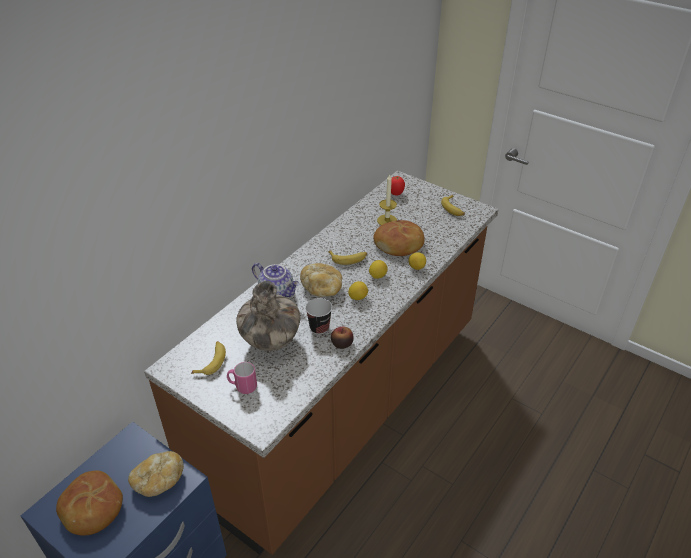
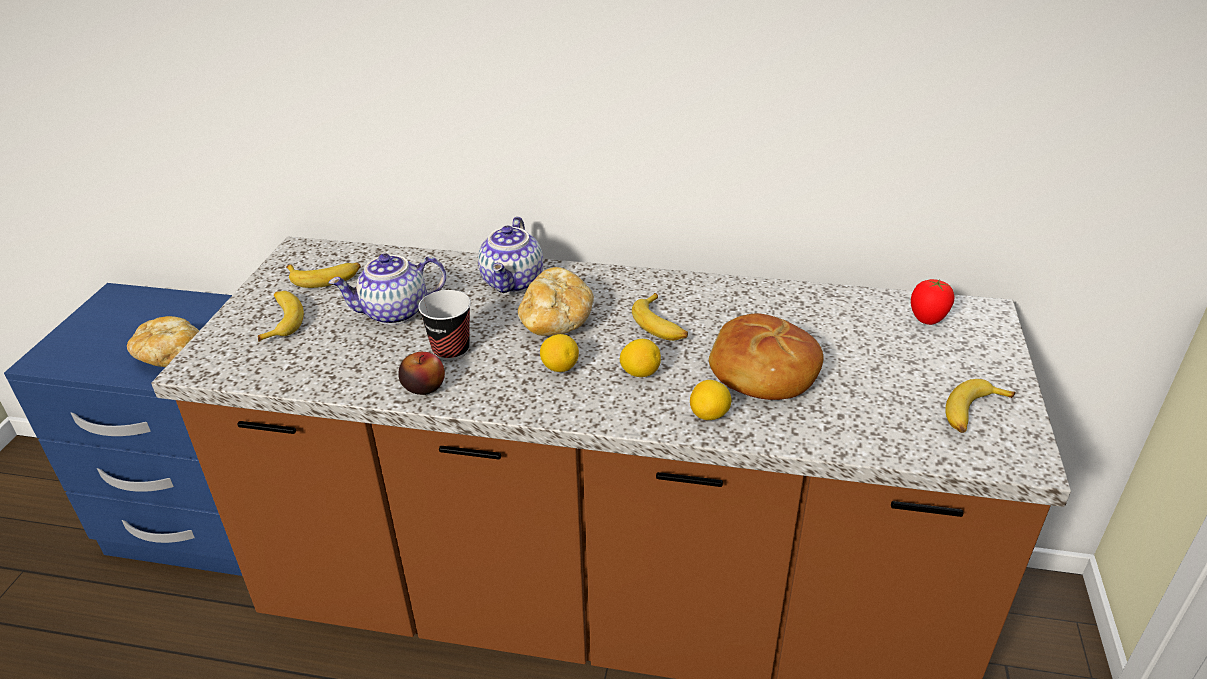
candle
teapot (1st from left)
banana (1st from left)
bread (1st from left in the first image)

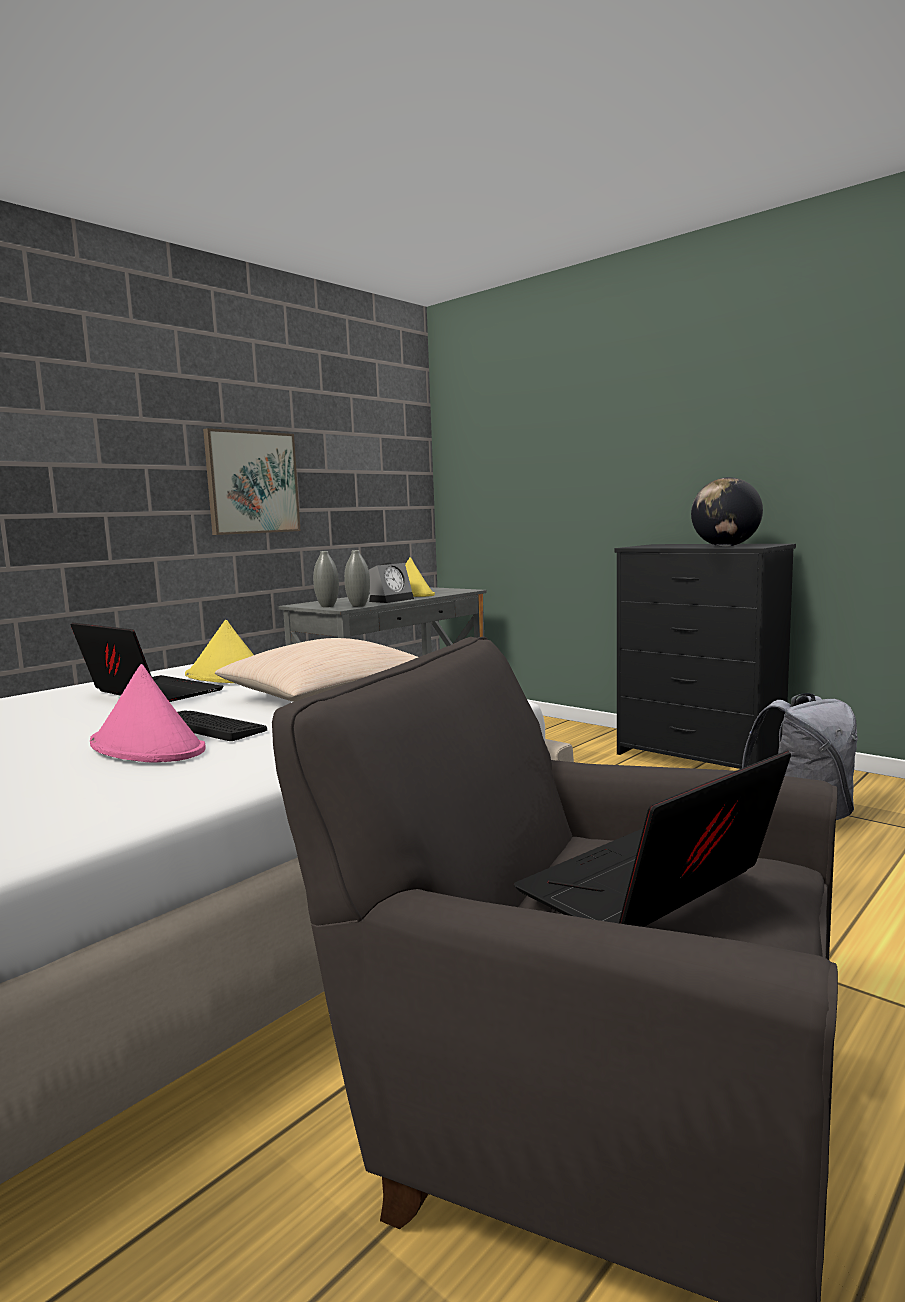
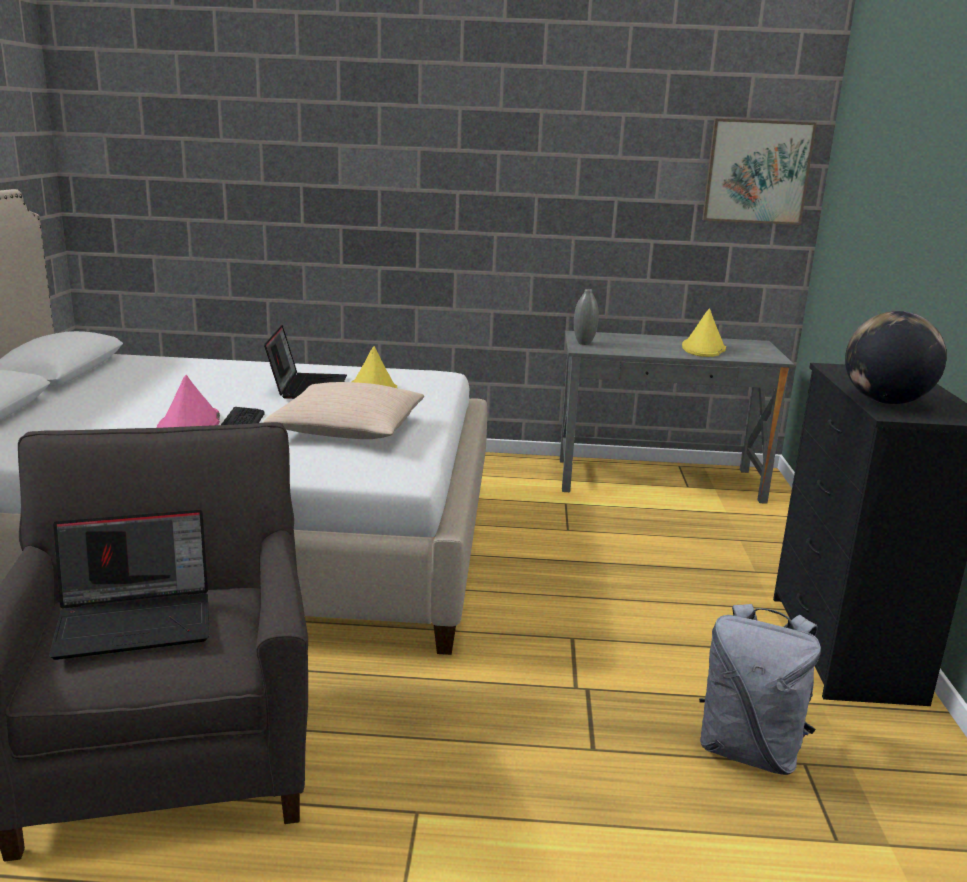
picture
grey vase (2nd from left in the first image)
alarm clock
laptop (1st from left)

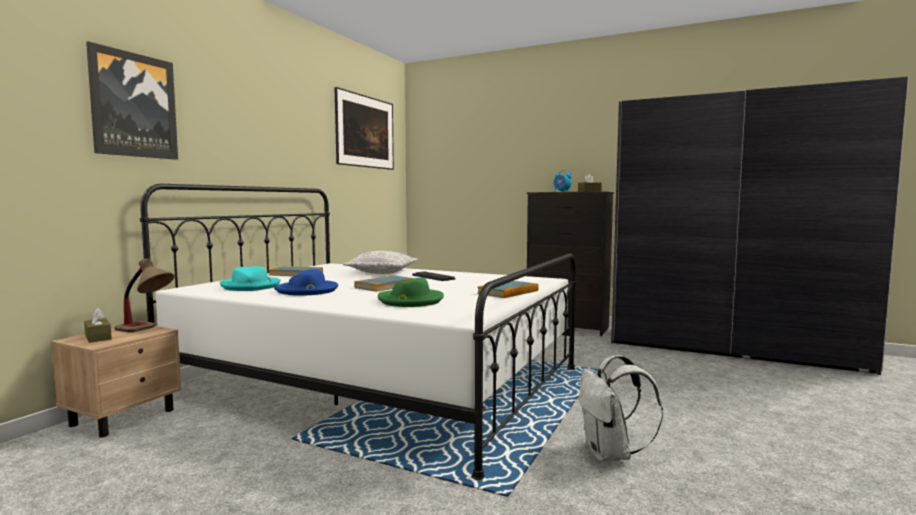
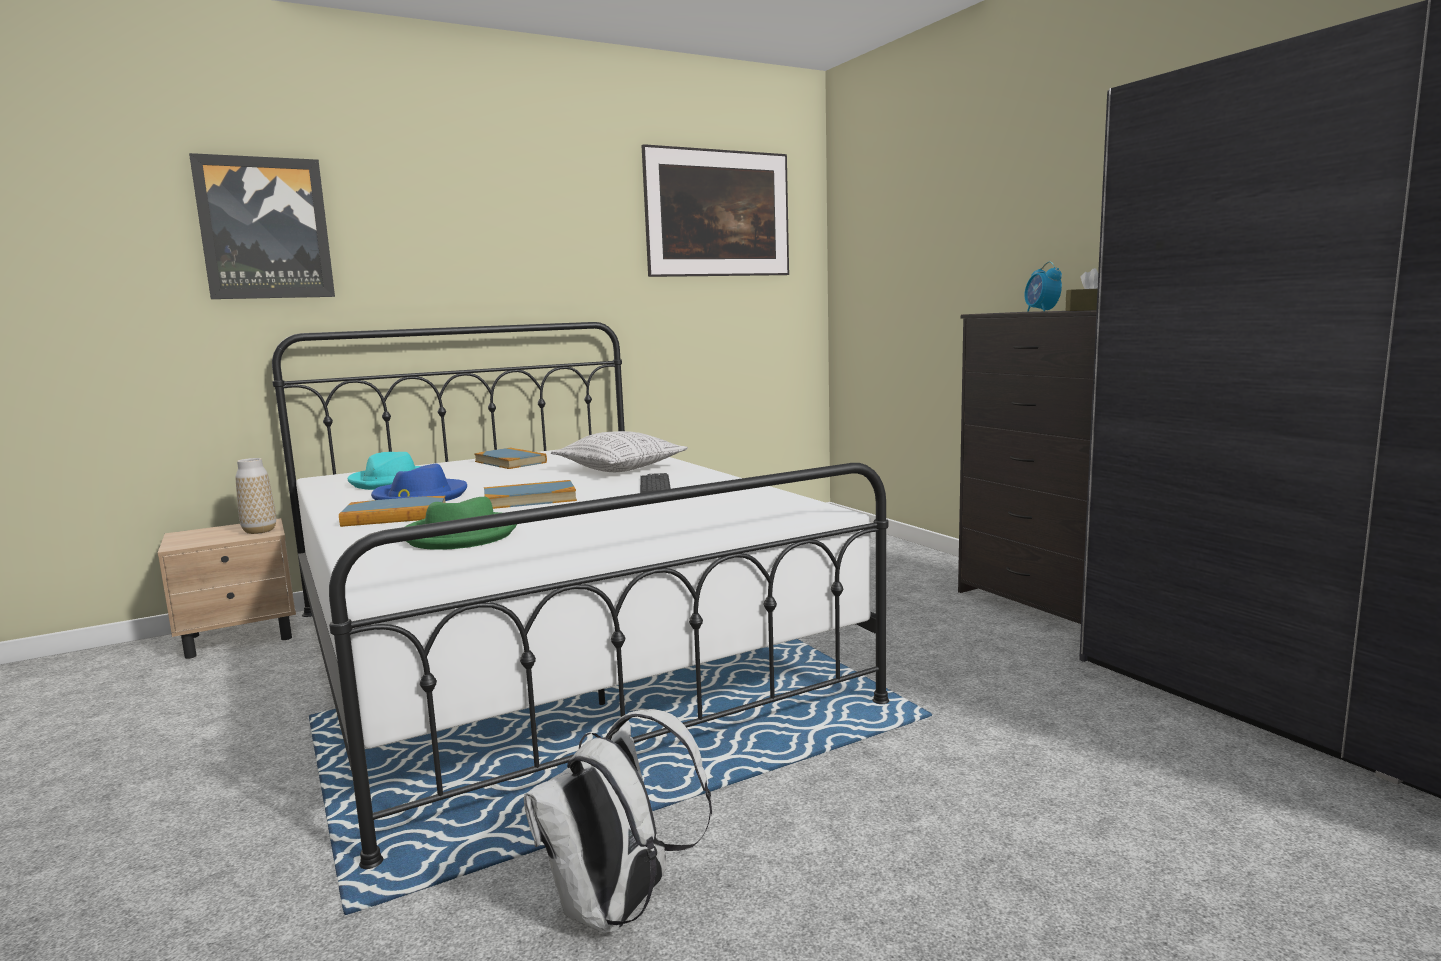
vase
book (1st from left)
brown tissue box (1st from left in the first image)

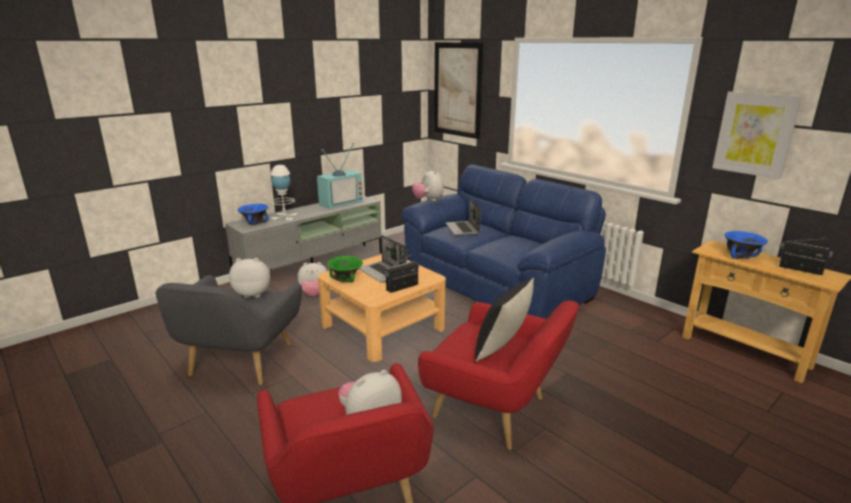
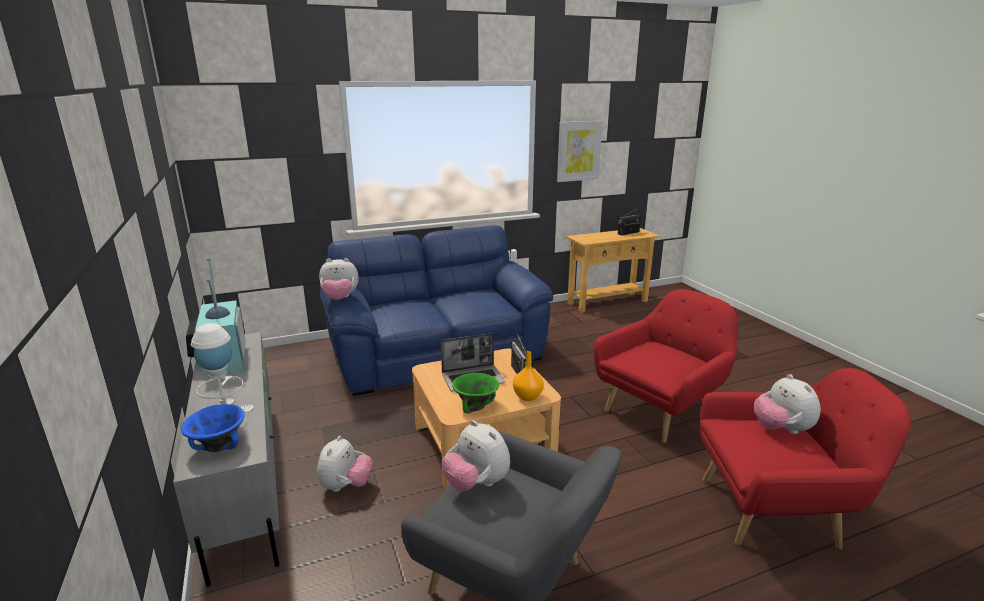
picture (1st from left in the first image)
laptop (2nd from left in the first image)
blue bowl (2nd from left in the first image)
plush toy (3rd from left)
black pillow
orange vase

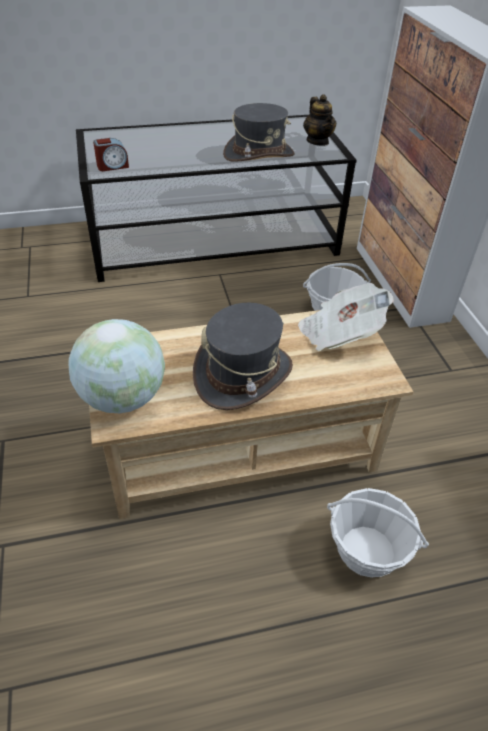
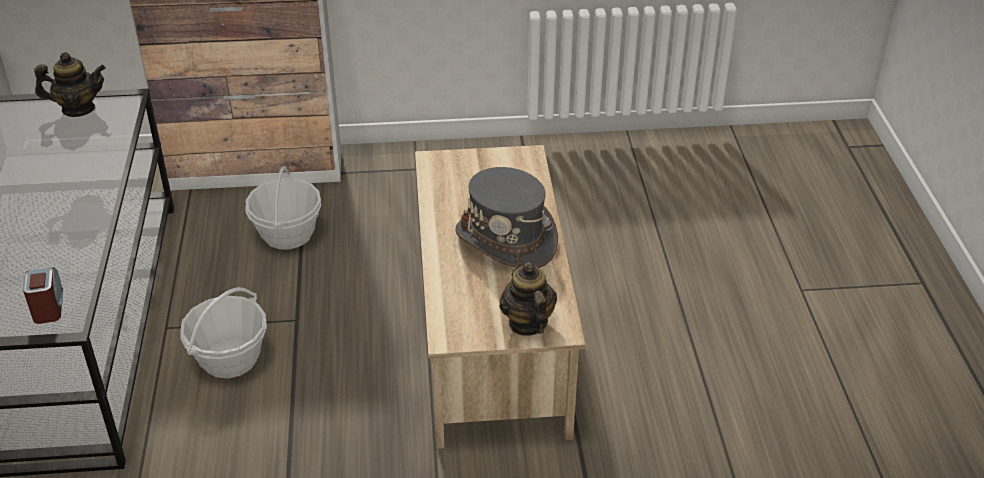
grey hat (2nd from left in the first image)
newspaper
teapot (2nd from left)
basket (1st from left)

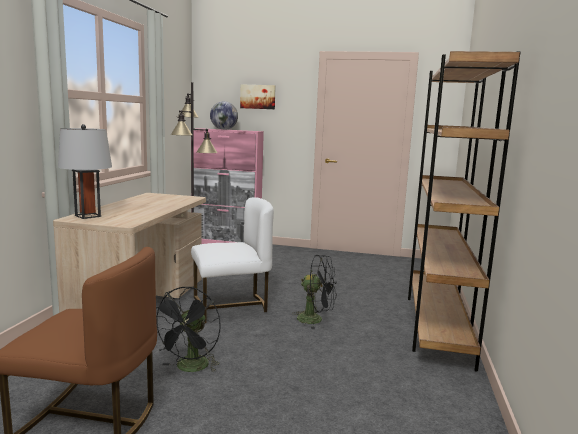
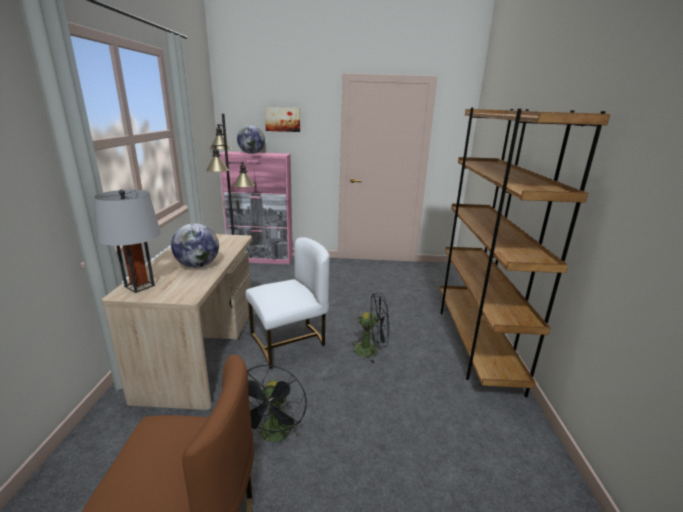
globe (1st from left)

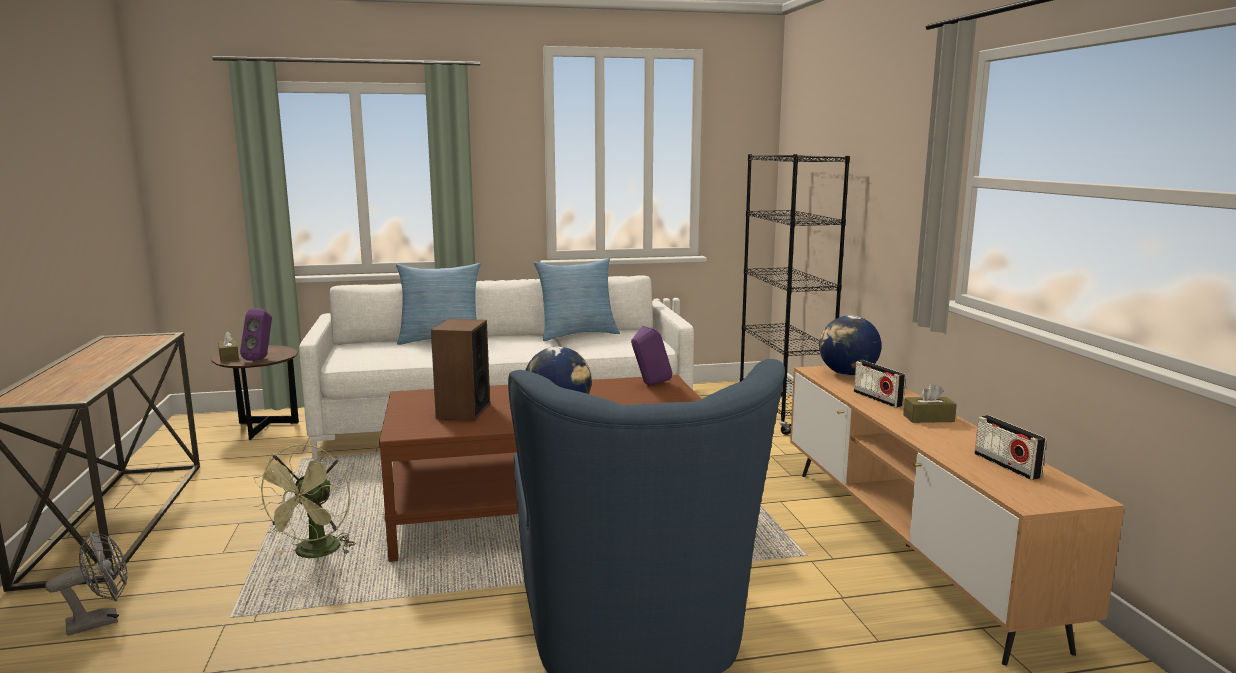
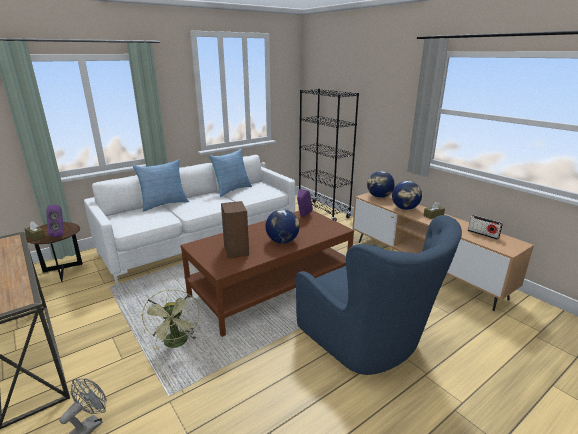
globe (3rd from left)

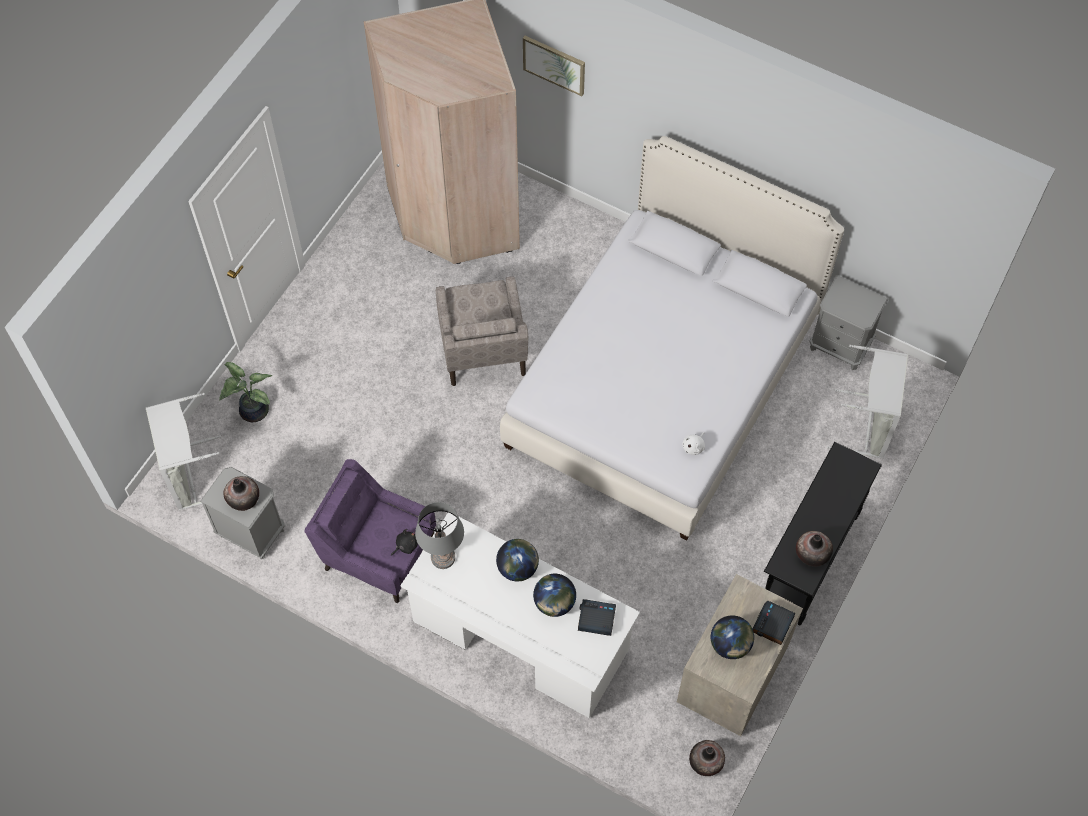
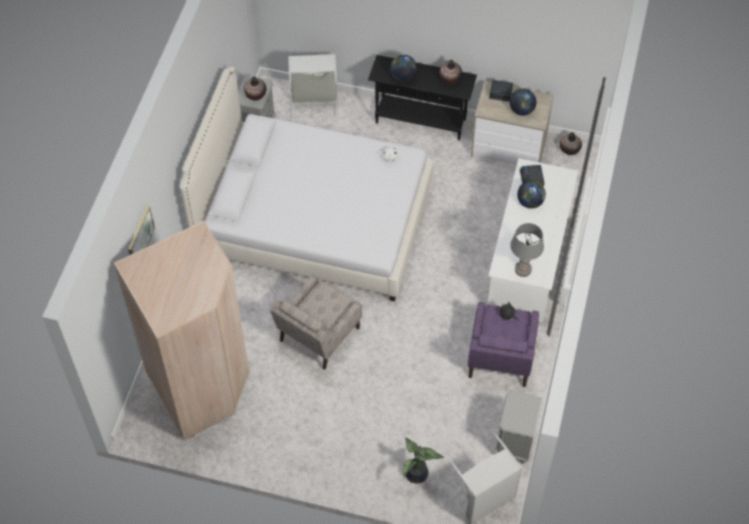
beige armchair
vase (1st from left)
globe (1st from left)

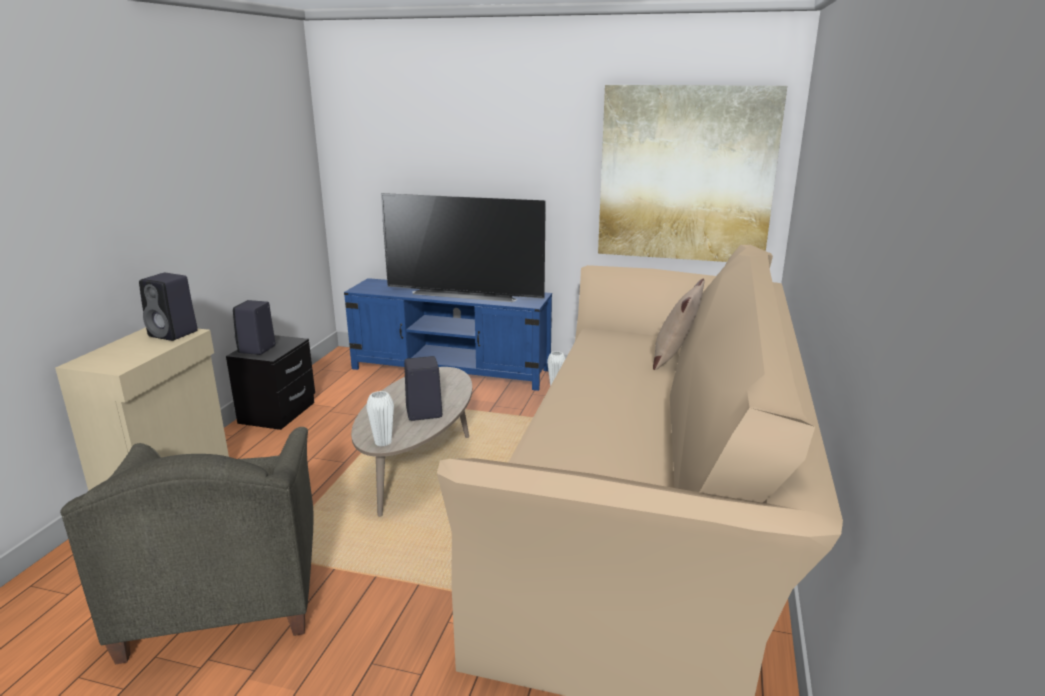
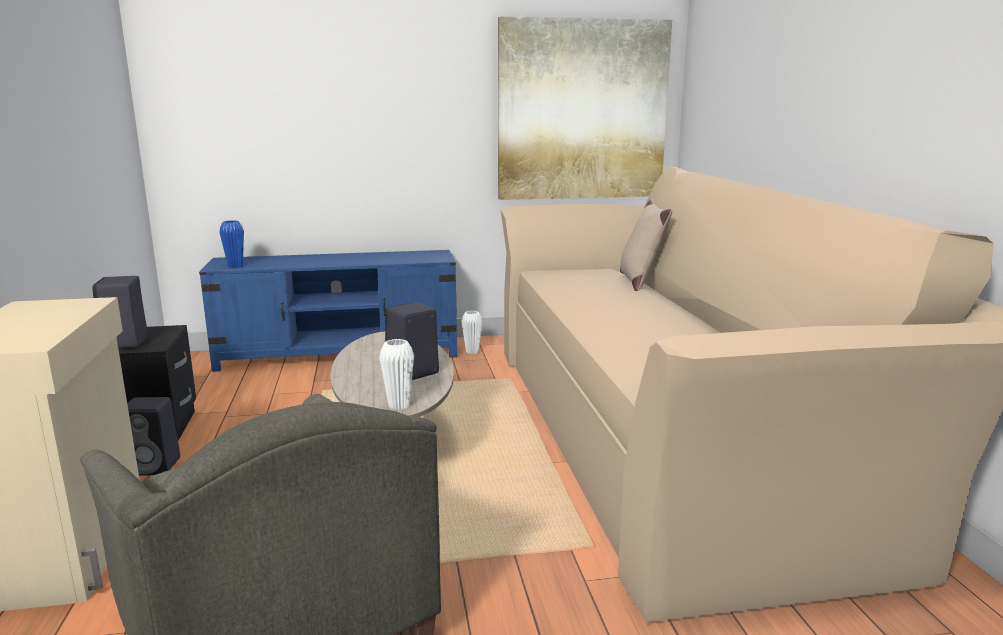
television
black speaker (2nd from left)
blue vase

